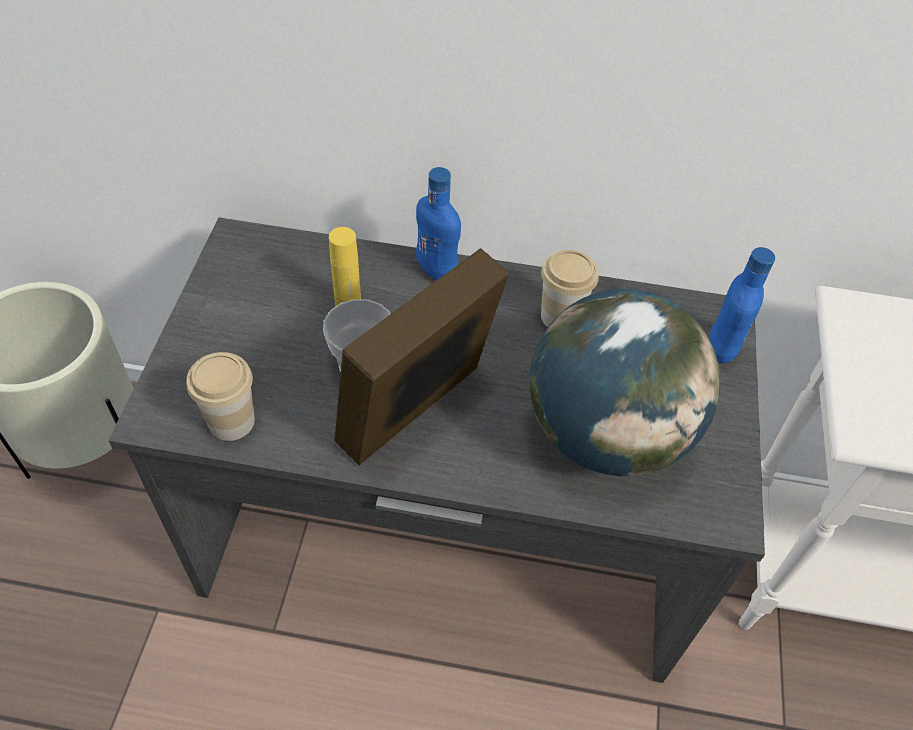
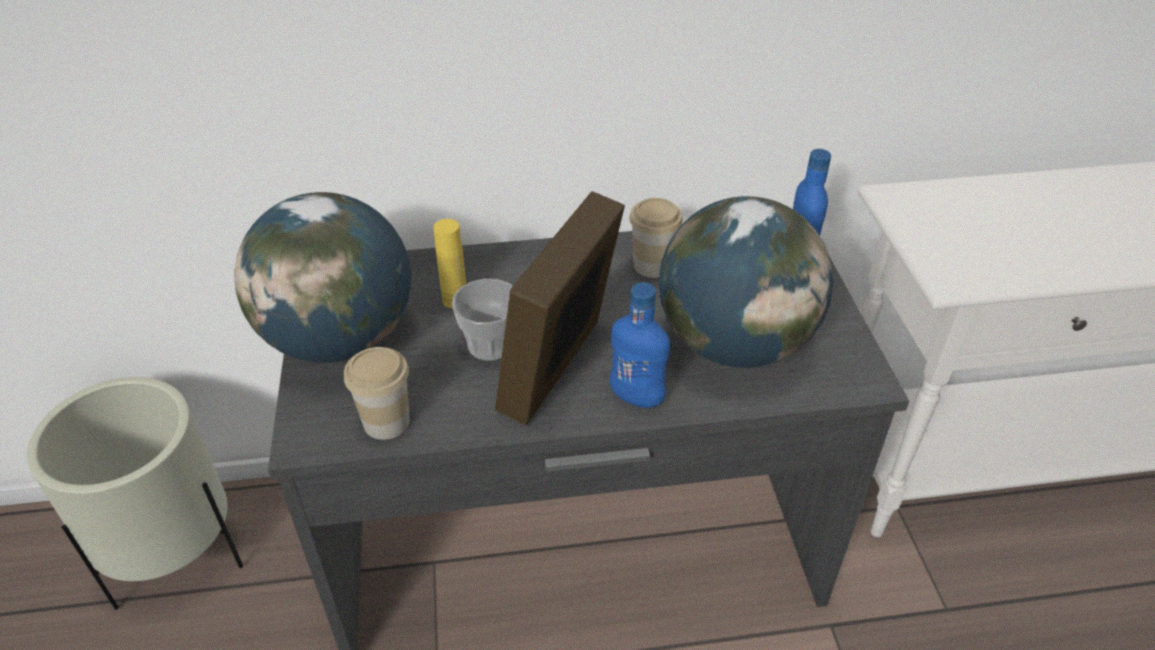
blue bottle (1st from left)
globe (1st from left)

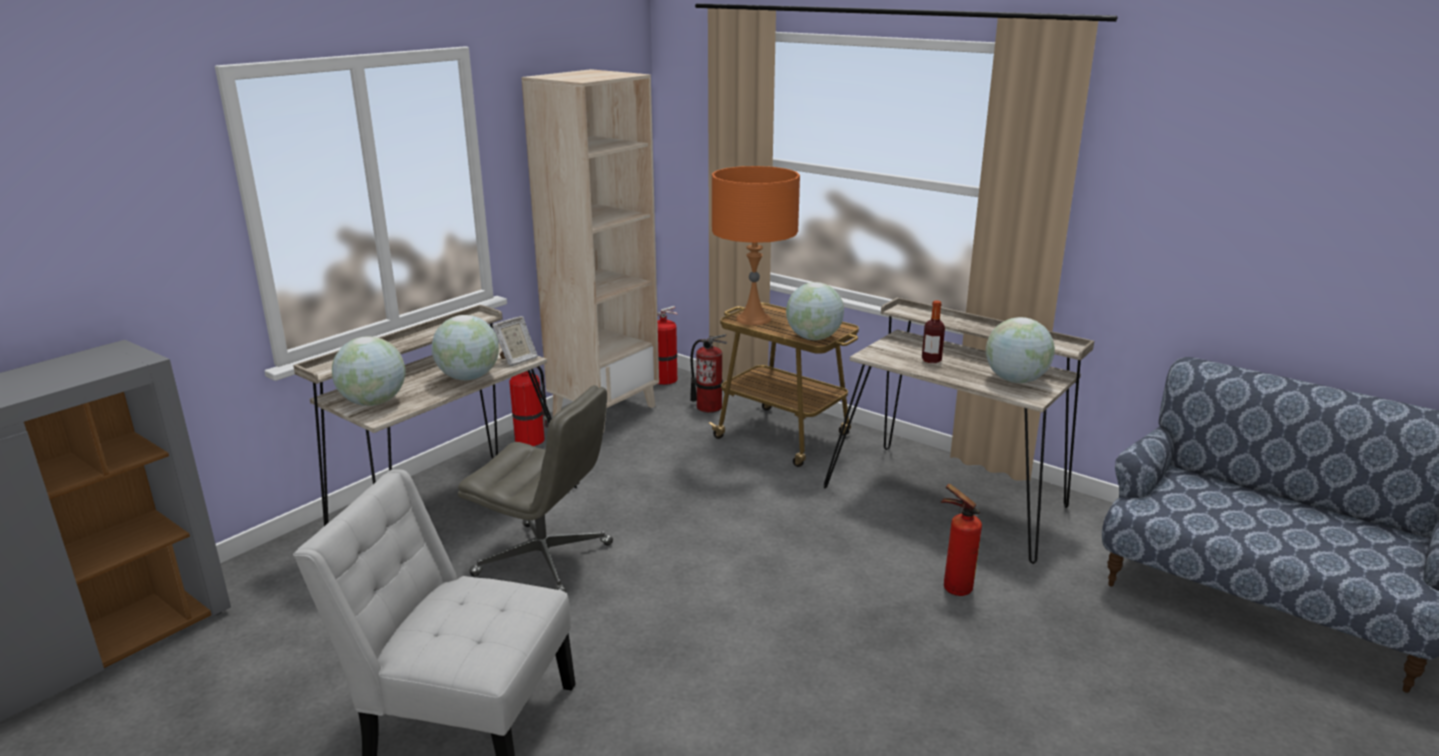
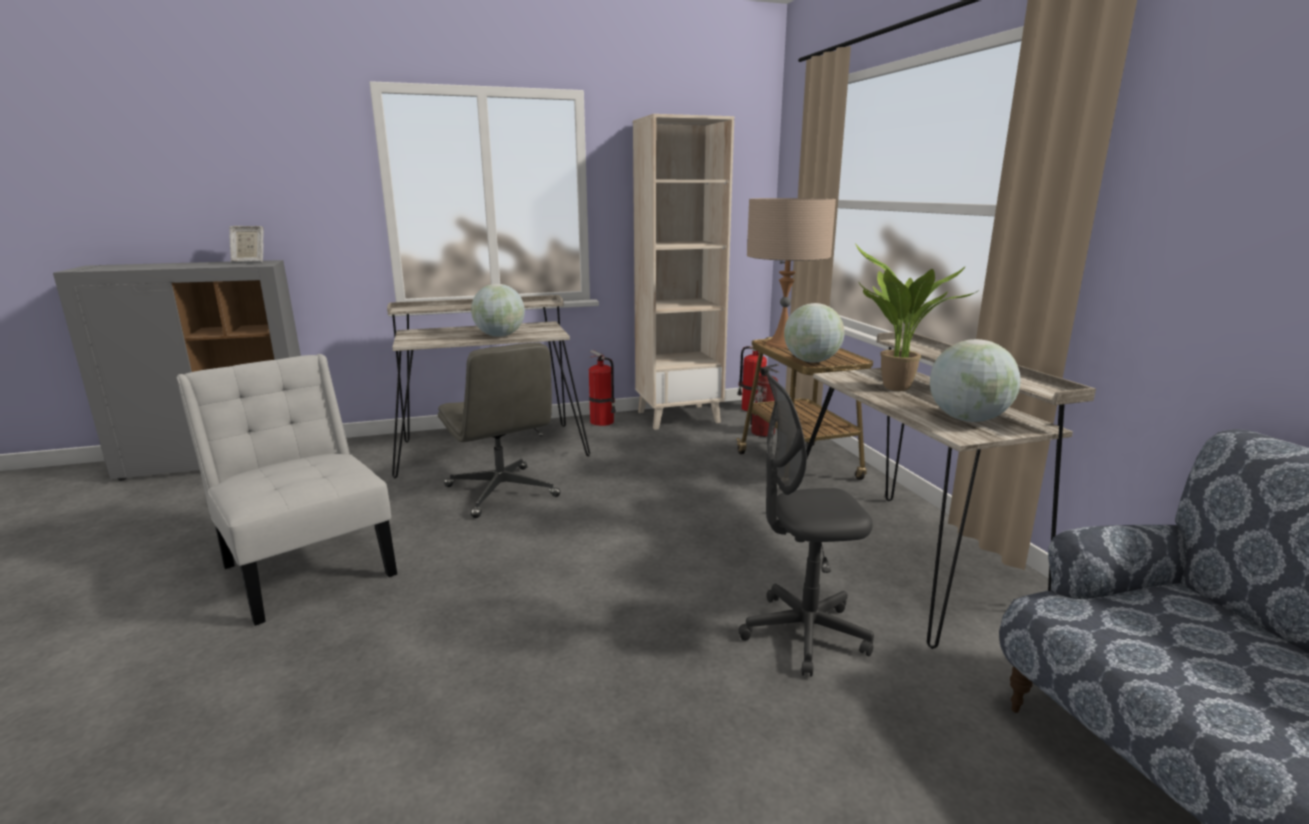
beige table lamp
potted plant
picture frame
globe (1st from left in the first image)
grey office chair (2nd from left)

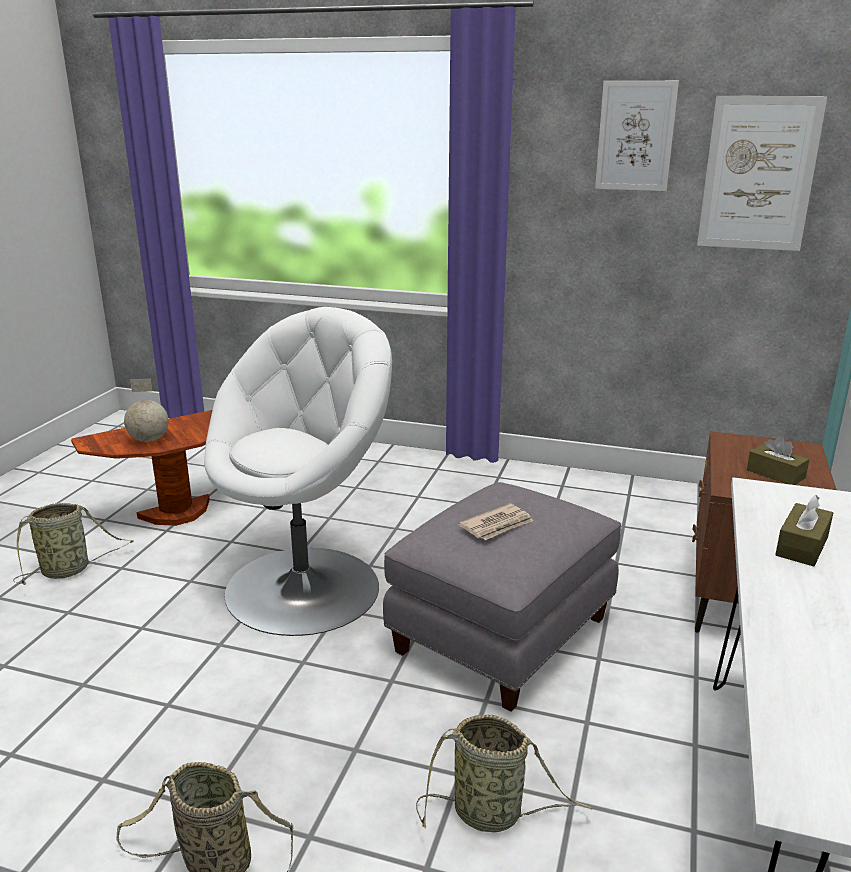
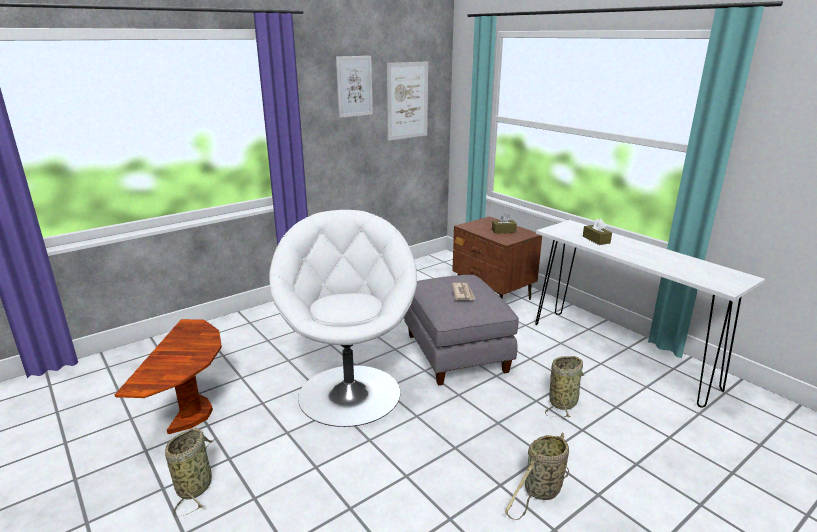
globe

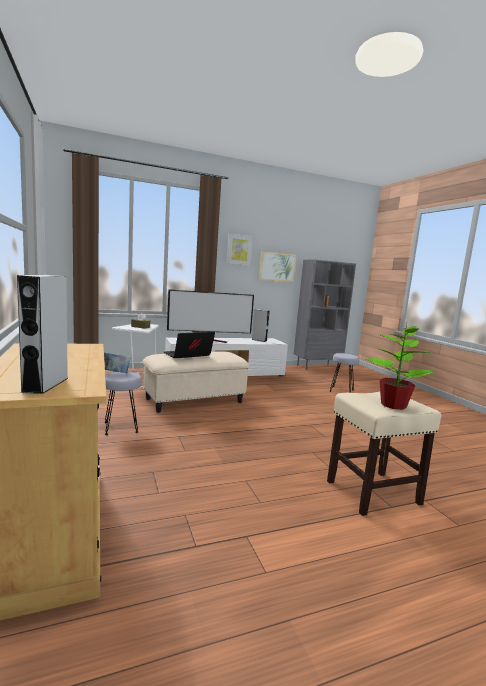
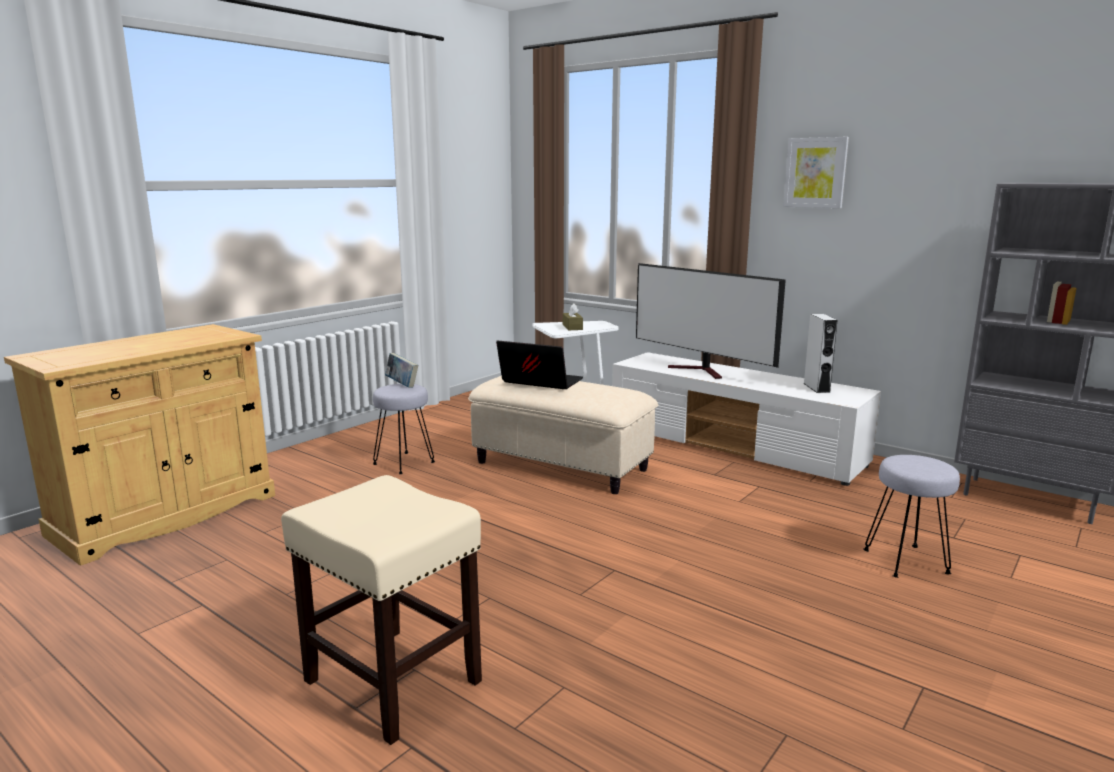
picture (2nd from left in the first image)
grey speaker (1st from left in the first image)
potted plant

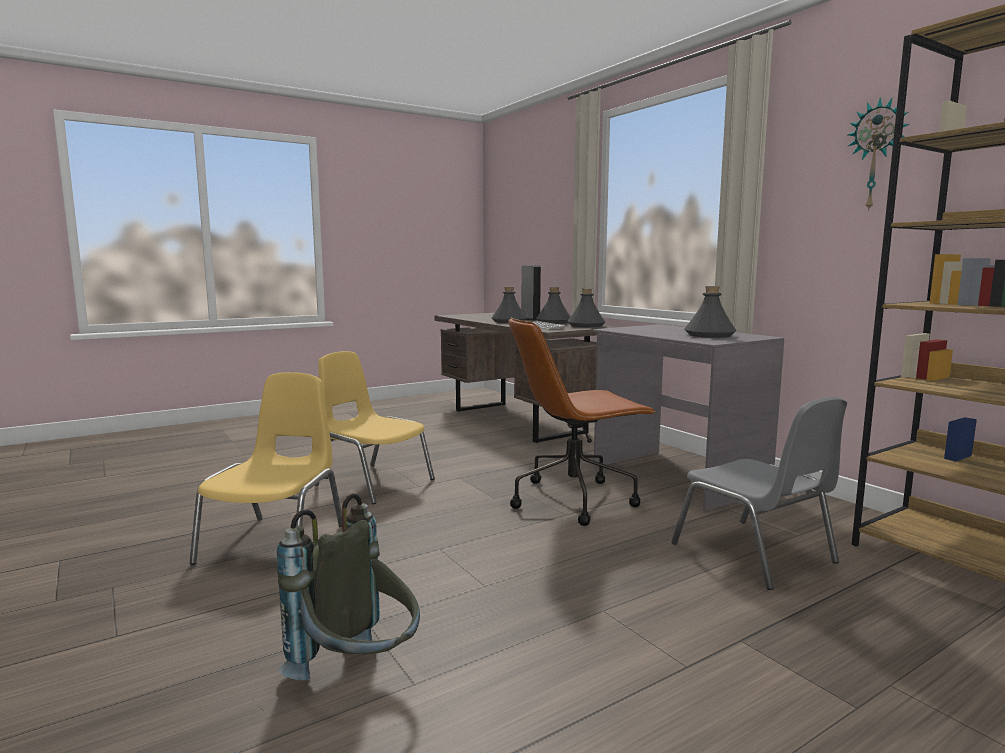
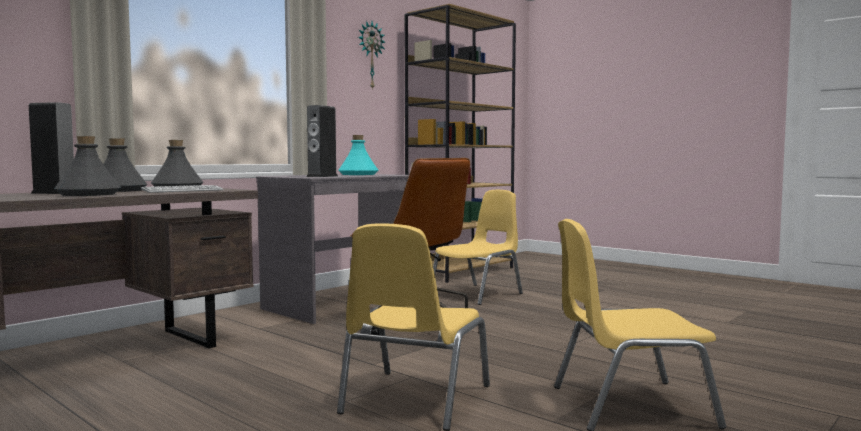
turquoise bottle
yellow chair (2nd from left)
grey backpack
speaker (2nd from left)

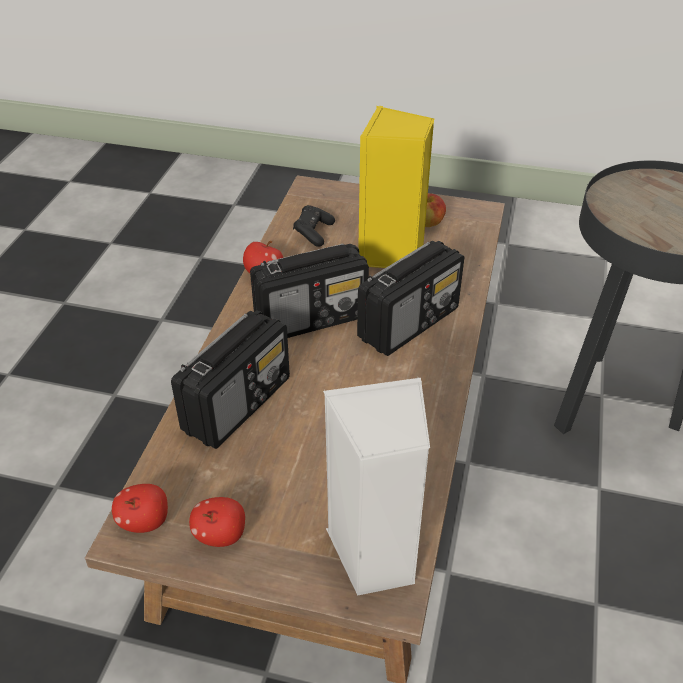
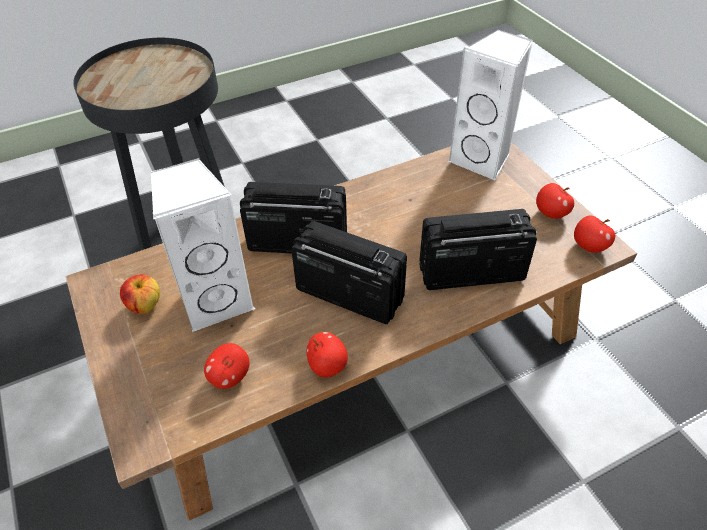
white speaker (1st from left)
apple (2nd from left)

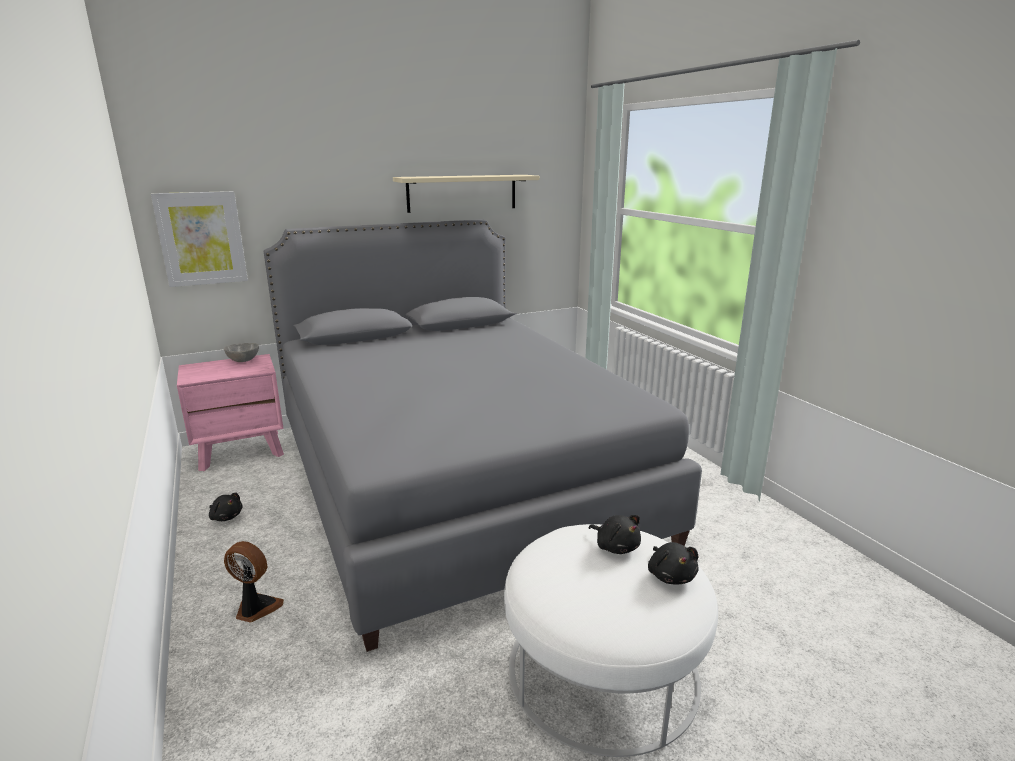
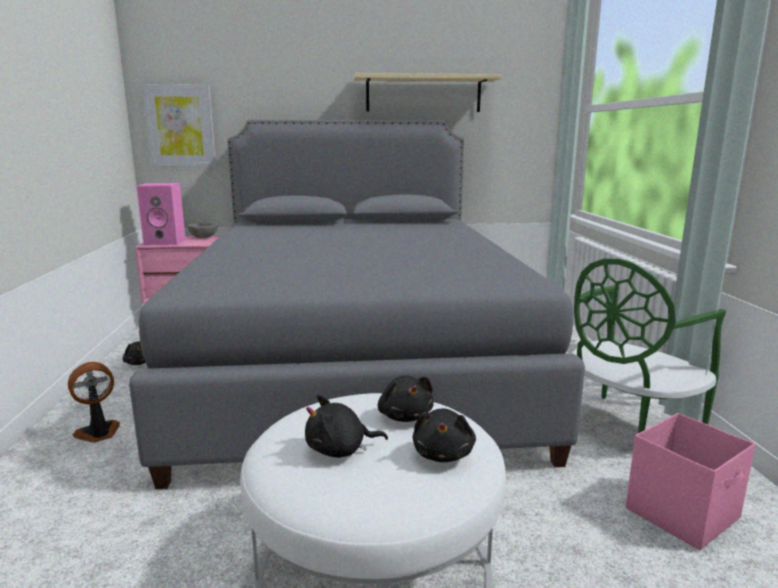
fan
pink speaker
green chair
black plush toy (2nd from left)
pink storage box

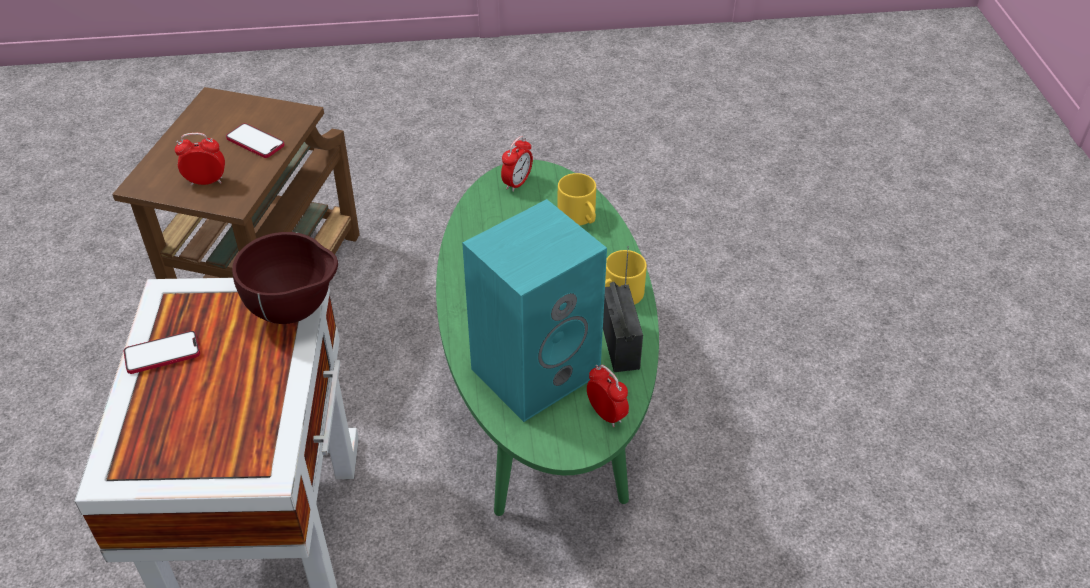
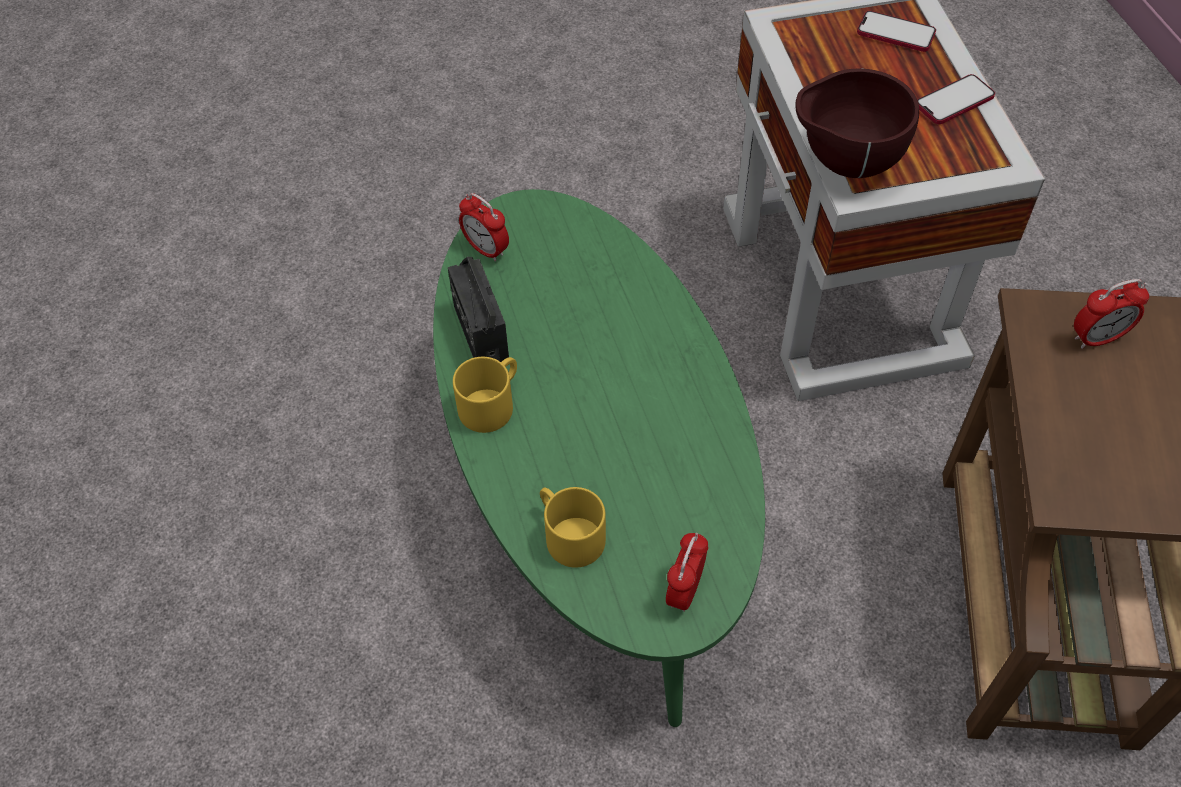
phone (1st from left)
turquoise speaker

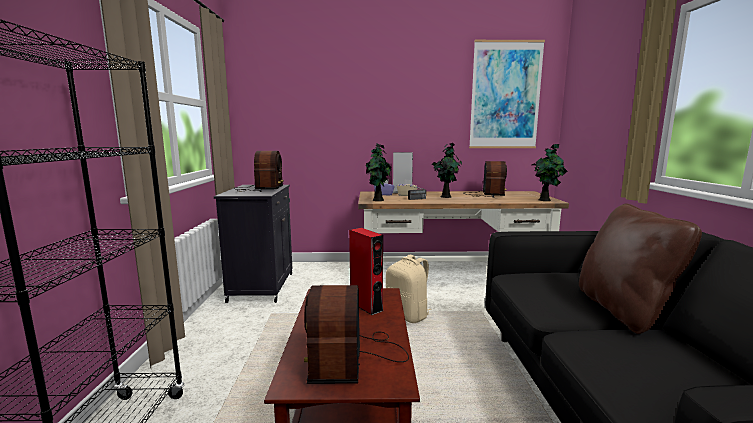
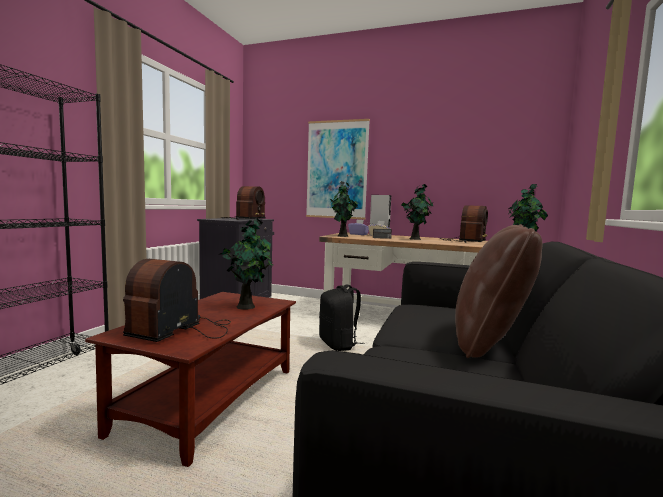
picture
potted plant (1st from left)
black backpack

